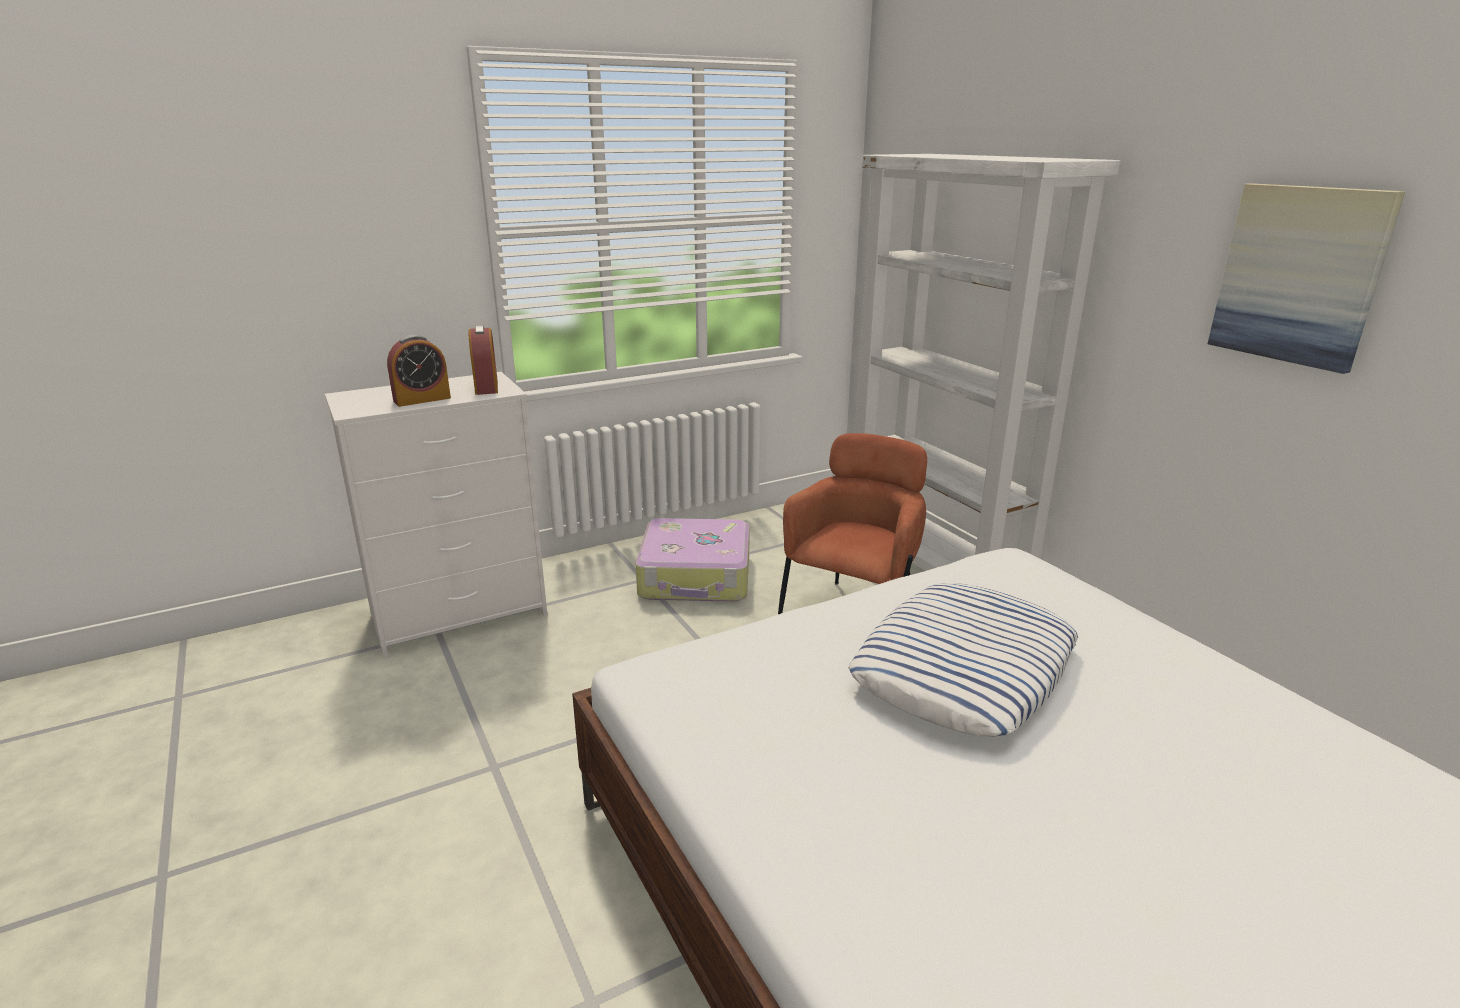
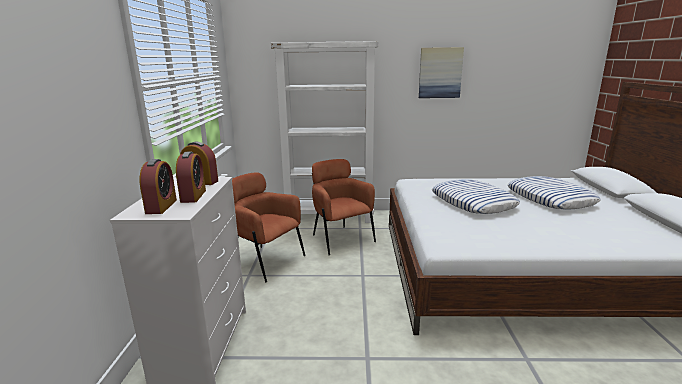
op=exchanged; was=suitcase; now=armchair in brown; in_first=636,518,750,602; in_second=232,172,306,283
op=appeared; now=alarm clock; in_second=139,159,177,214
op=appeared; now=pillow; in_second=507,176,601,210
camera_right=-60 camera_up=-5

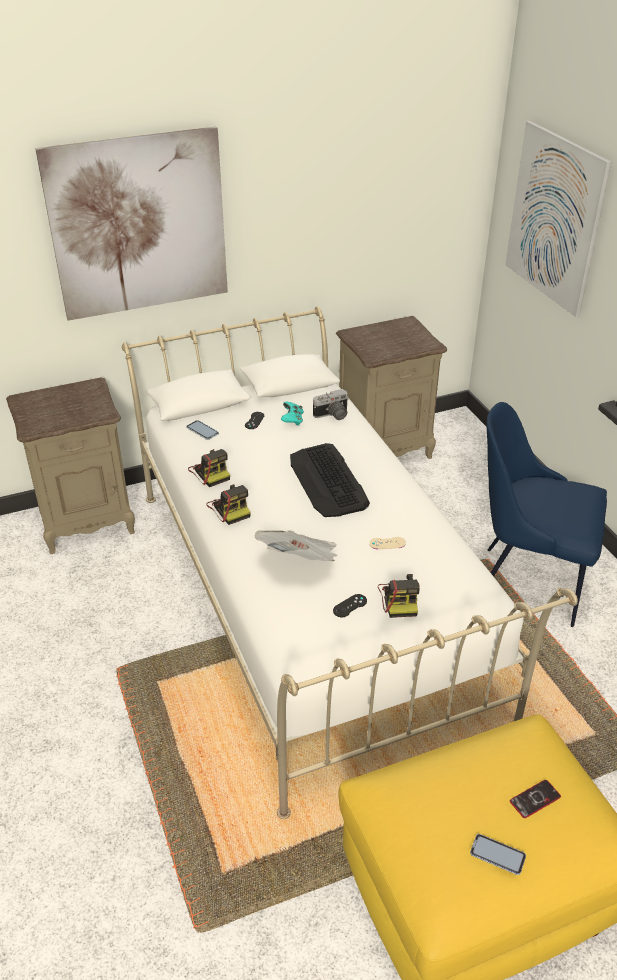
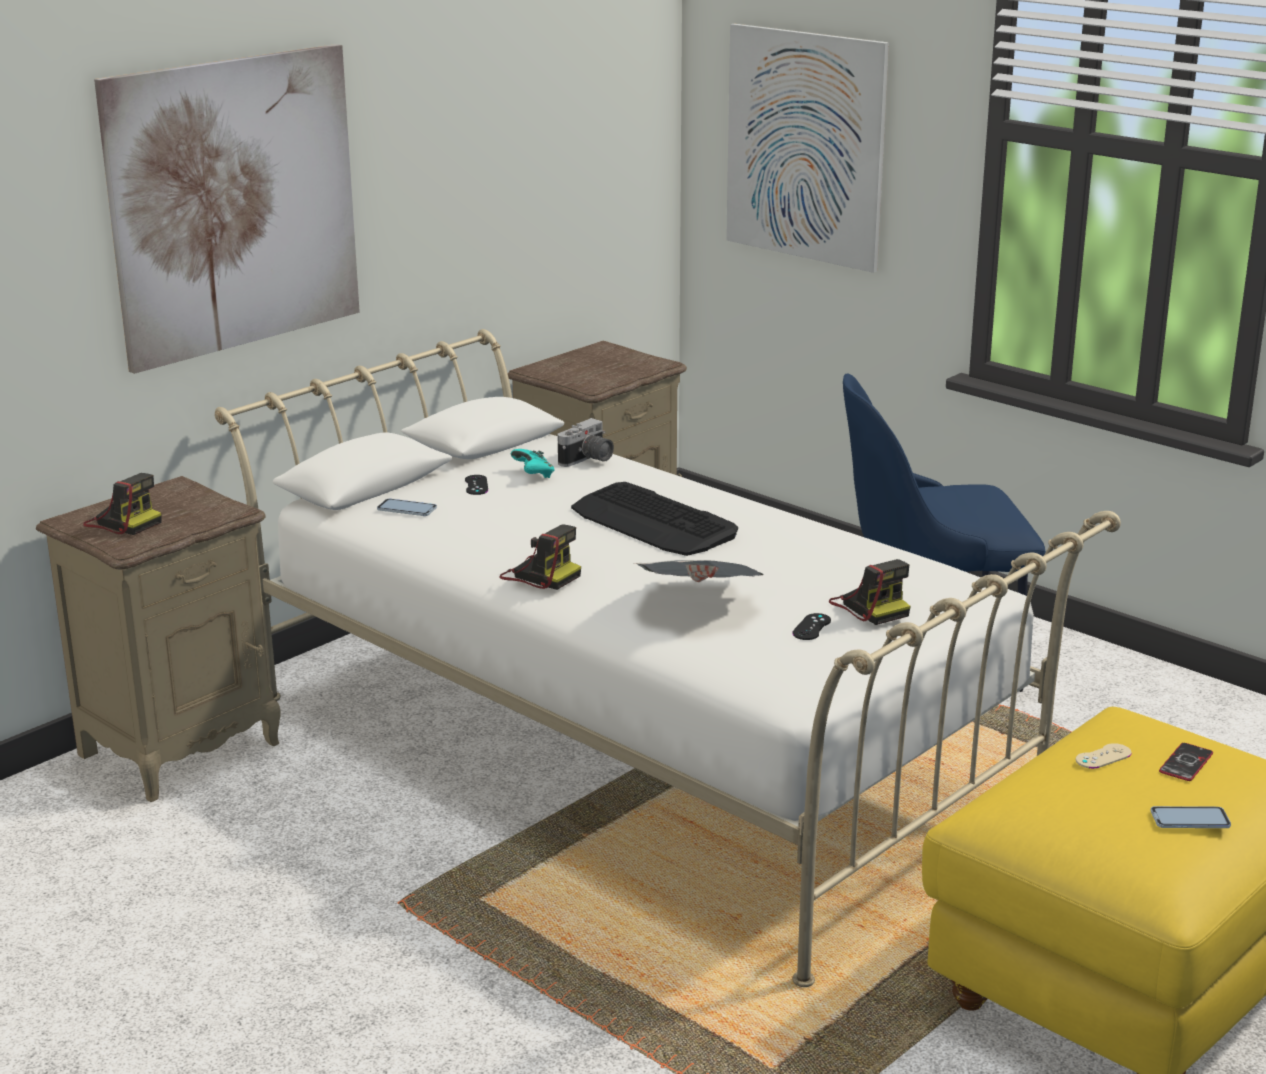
op=relocated; was=photo camera; in_first=188,449,230,487; in_second=83,473,161,535
op=relocated; was=game controller in beige; in_first=369,537,406,549; in_second=1075,743,1132,769
camera_right=-25 camera_up=-15

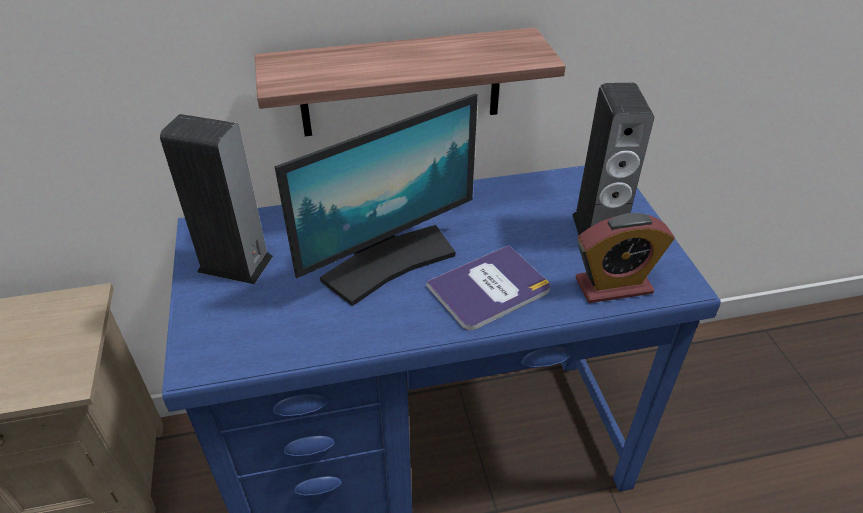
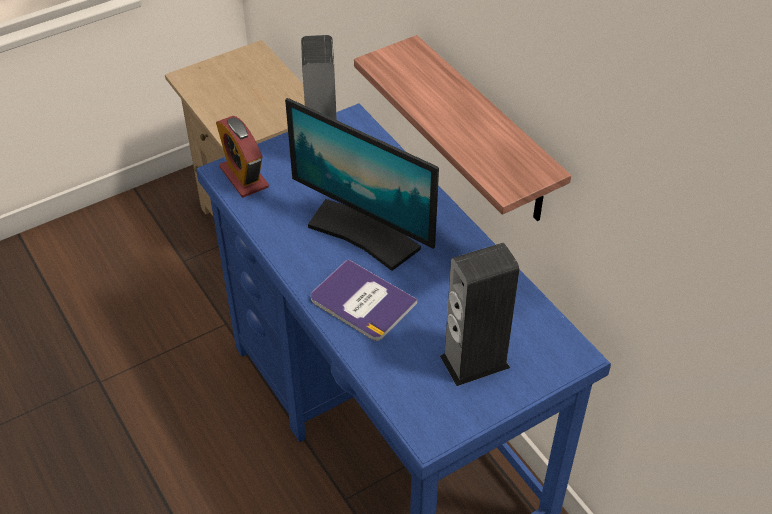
op=relocated; was=alarm clock; in_first=576,213,675,303; in_second=216,116,269,198
camera_right=70 camera_up=5

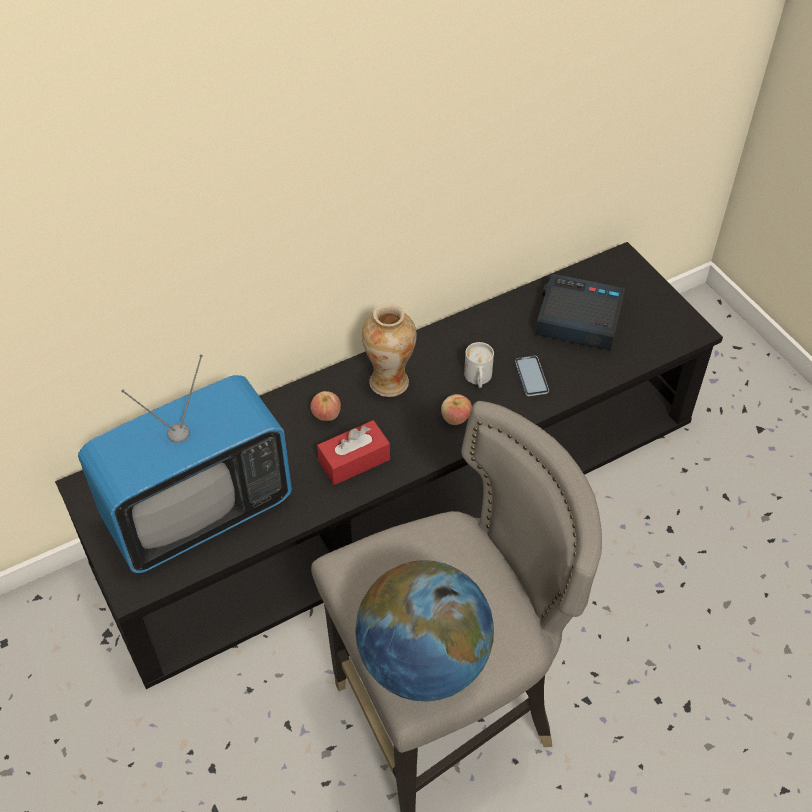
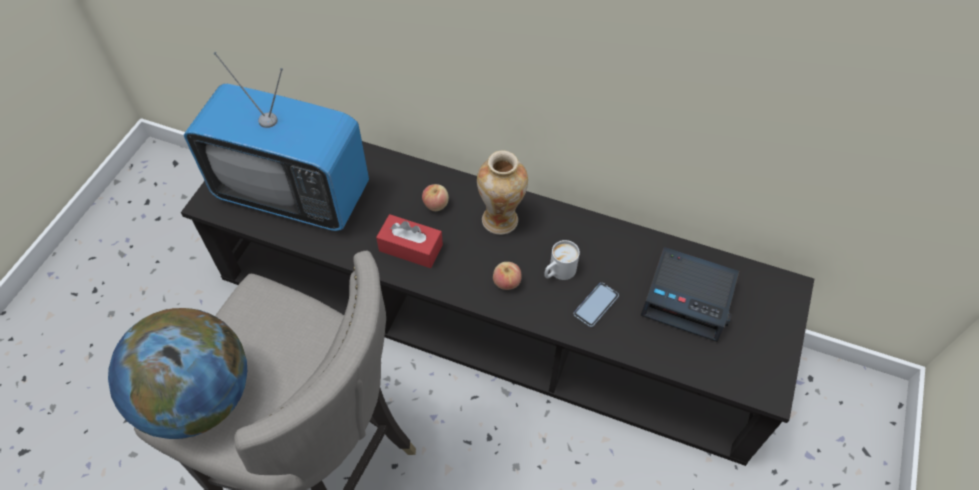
op=spun; was=alarm clock; in_first=536,273,626,351; in_second=640,247,739,342; clockwise=135
camera_right=50 camera_up=5

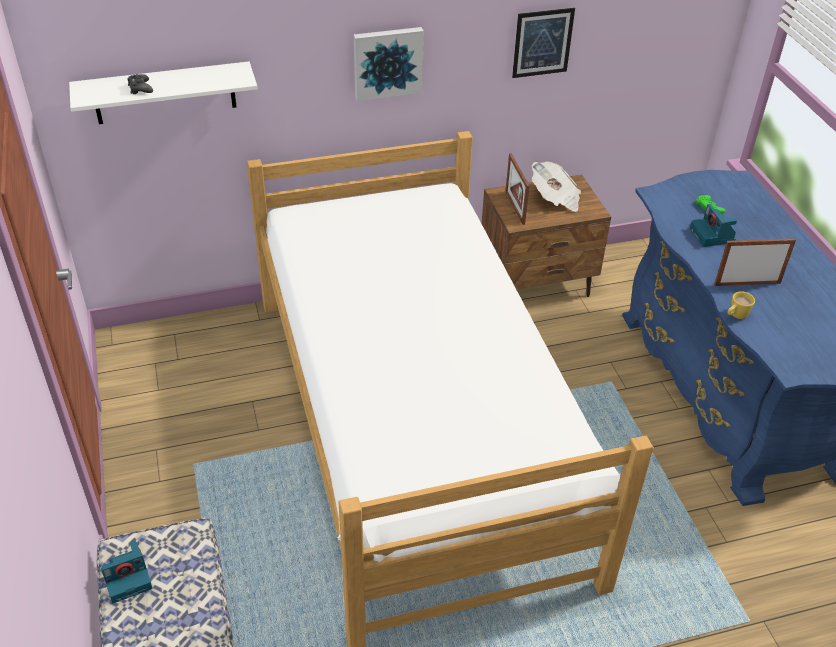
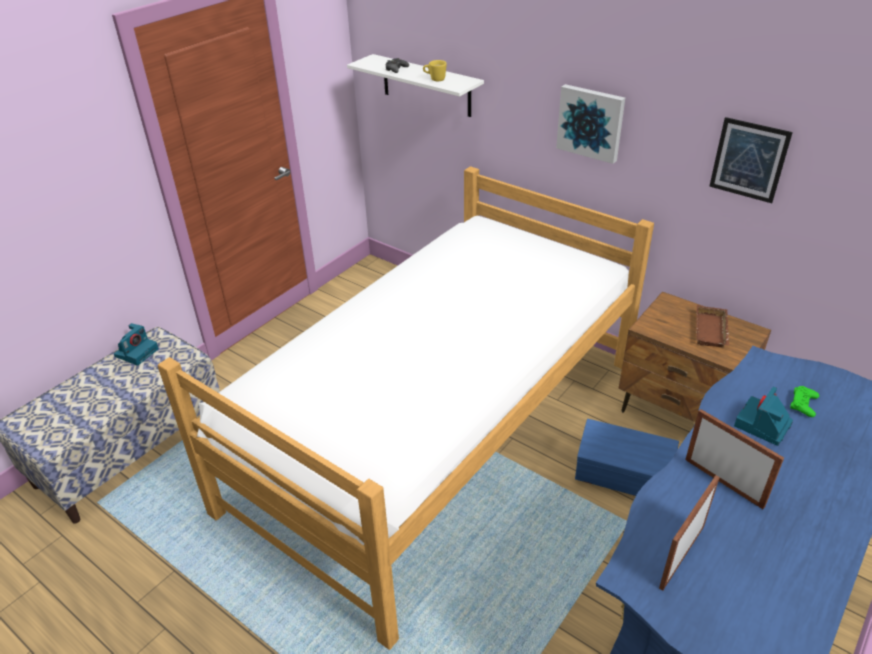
op=spun; was=photo camera; in_first=101,540,152,603; in_second=114,323,159,366; clockwise=-90
op=relocated; was=picture frame; in_first=505,153,529,225; in_second=659,475,720,591
op=exchanged; was=newspaper; now=tray in brown; in_first=532,161,581,212; in_second=696,305,729,347
op=relocated; was=mug in yellow; in_first=727,291,755,319; in_second=423,60,447,81
op=appeared; now=storage box in blue; in_second=575,419,679,496
camera_right=55 camera_up=-5

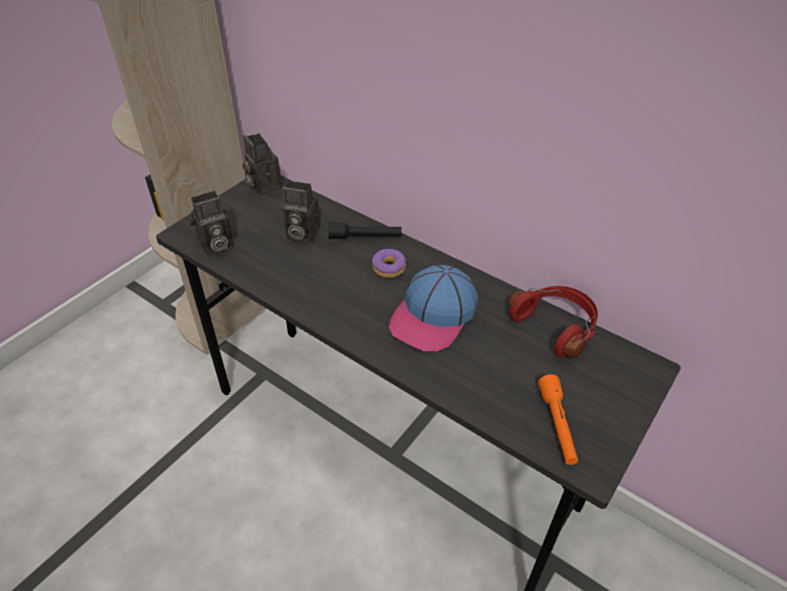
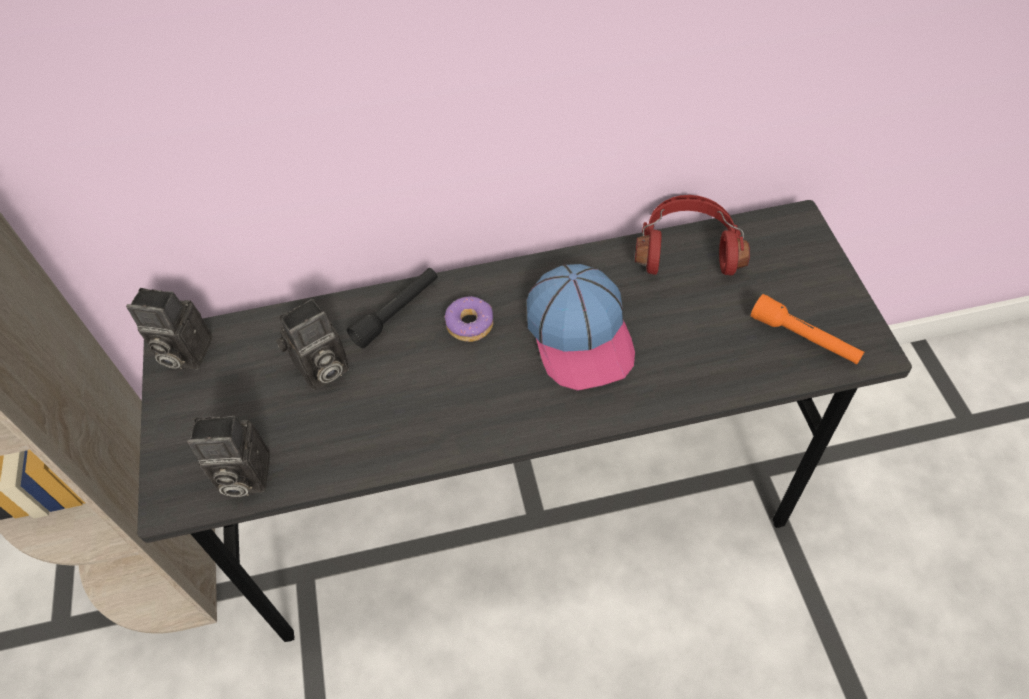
op=spun; was=photo camera; in_first=188,191,233,256; in_second=187,416,270,497; clockwise=75
camera_right=-45 camera_up=10

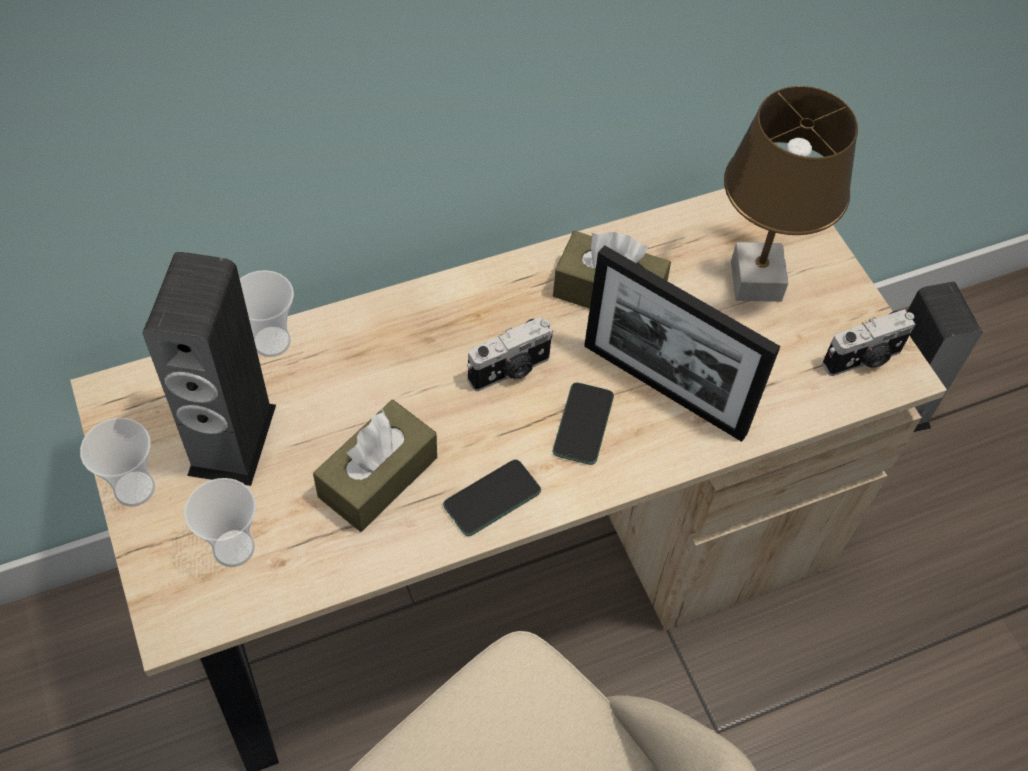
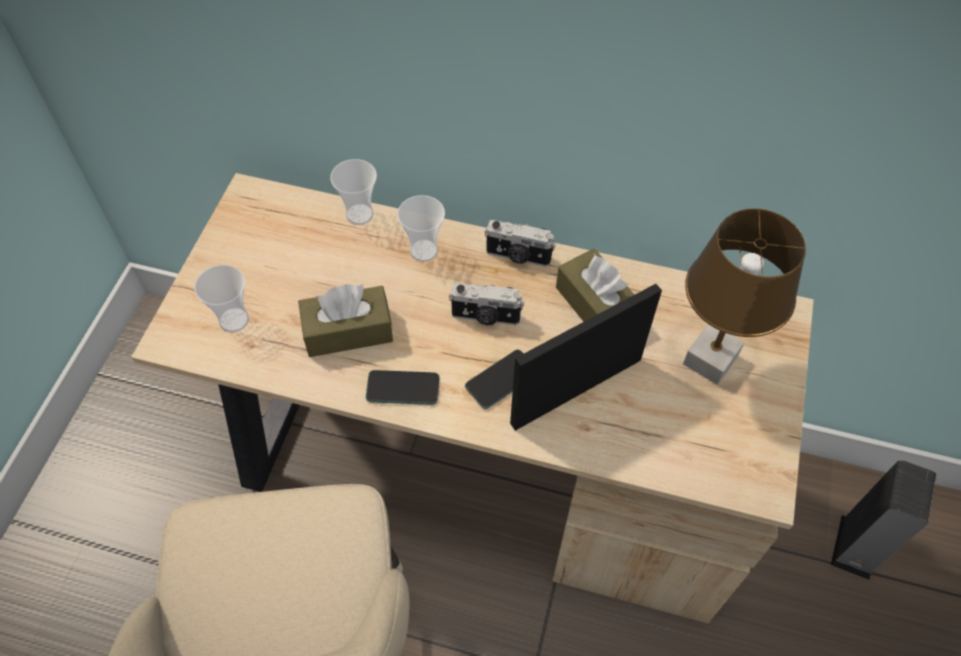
op=relocated; was=cup; in_first=80,418,155,507; in_second=397,195,445,262
op=missing; was=speaker; in_first=143,252,276,486
op=spun; was=picture frame; in_first=584,245,780,442; in_second=510,284,662,431; clockwise=75
op=relocated; was=photo camera; in_first=822,309,915,376; in_second=485,220,556,267
camera_right=40 camera_up=0

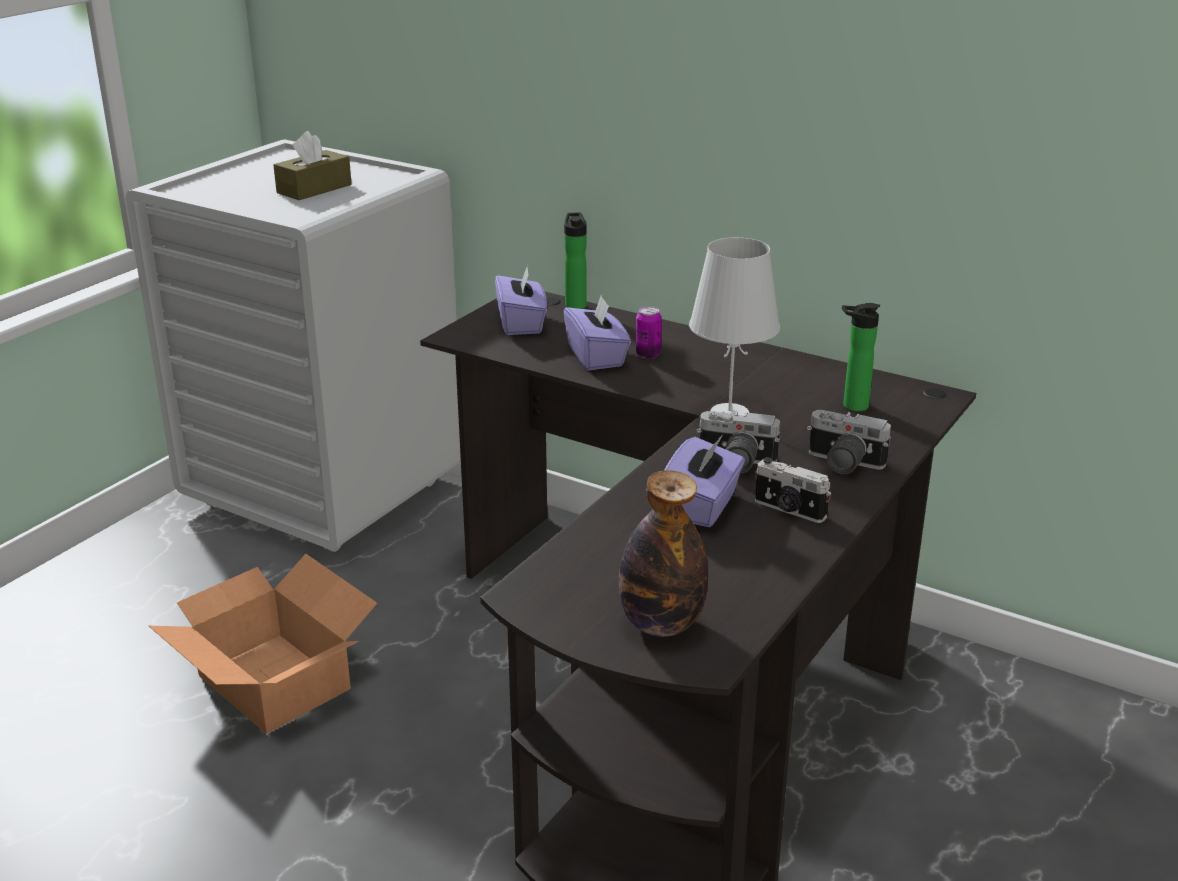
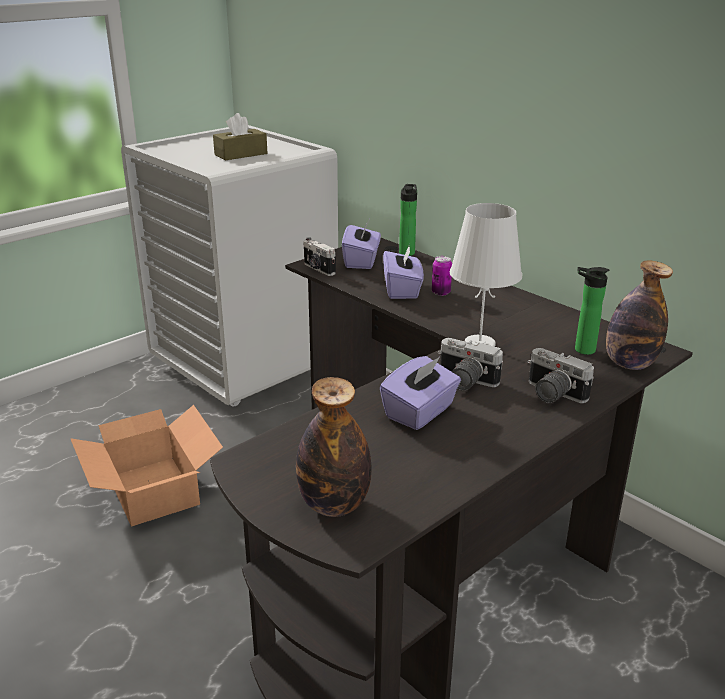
op=relocated; was=photo camera; in_first=755,457,831,523; in_second=304,237,336,276
op=appeared; now=bottle; in_second=606,260,673,370
camera_right=15 camera_up=0

